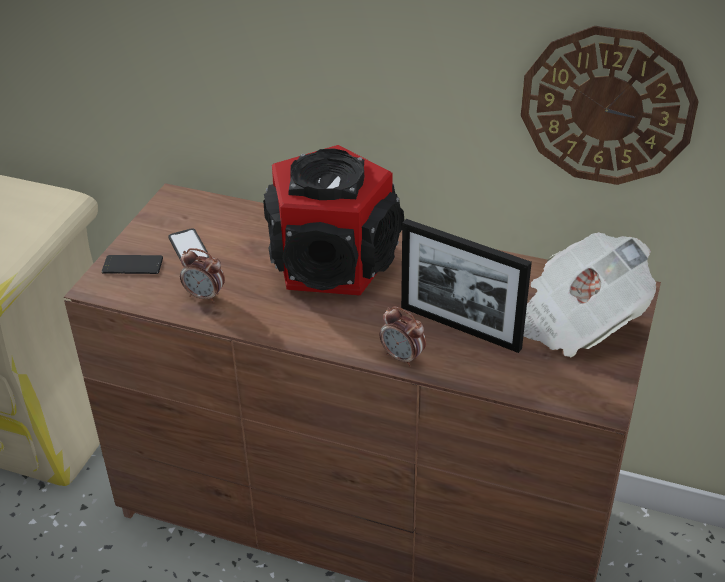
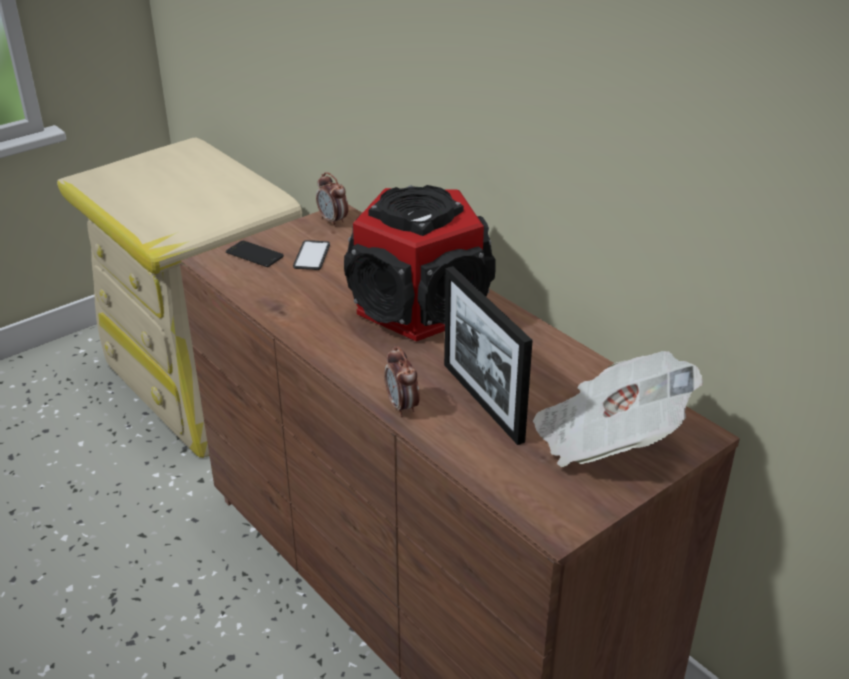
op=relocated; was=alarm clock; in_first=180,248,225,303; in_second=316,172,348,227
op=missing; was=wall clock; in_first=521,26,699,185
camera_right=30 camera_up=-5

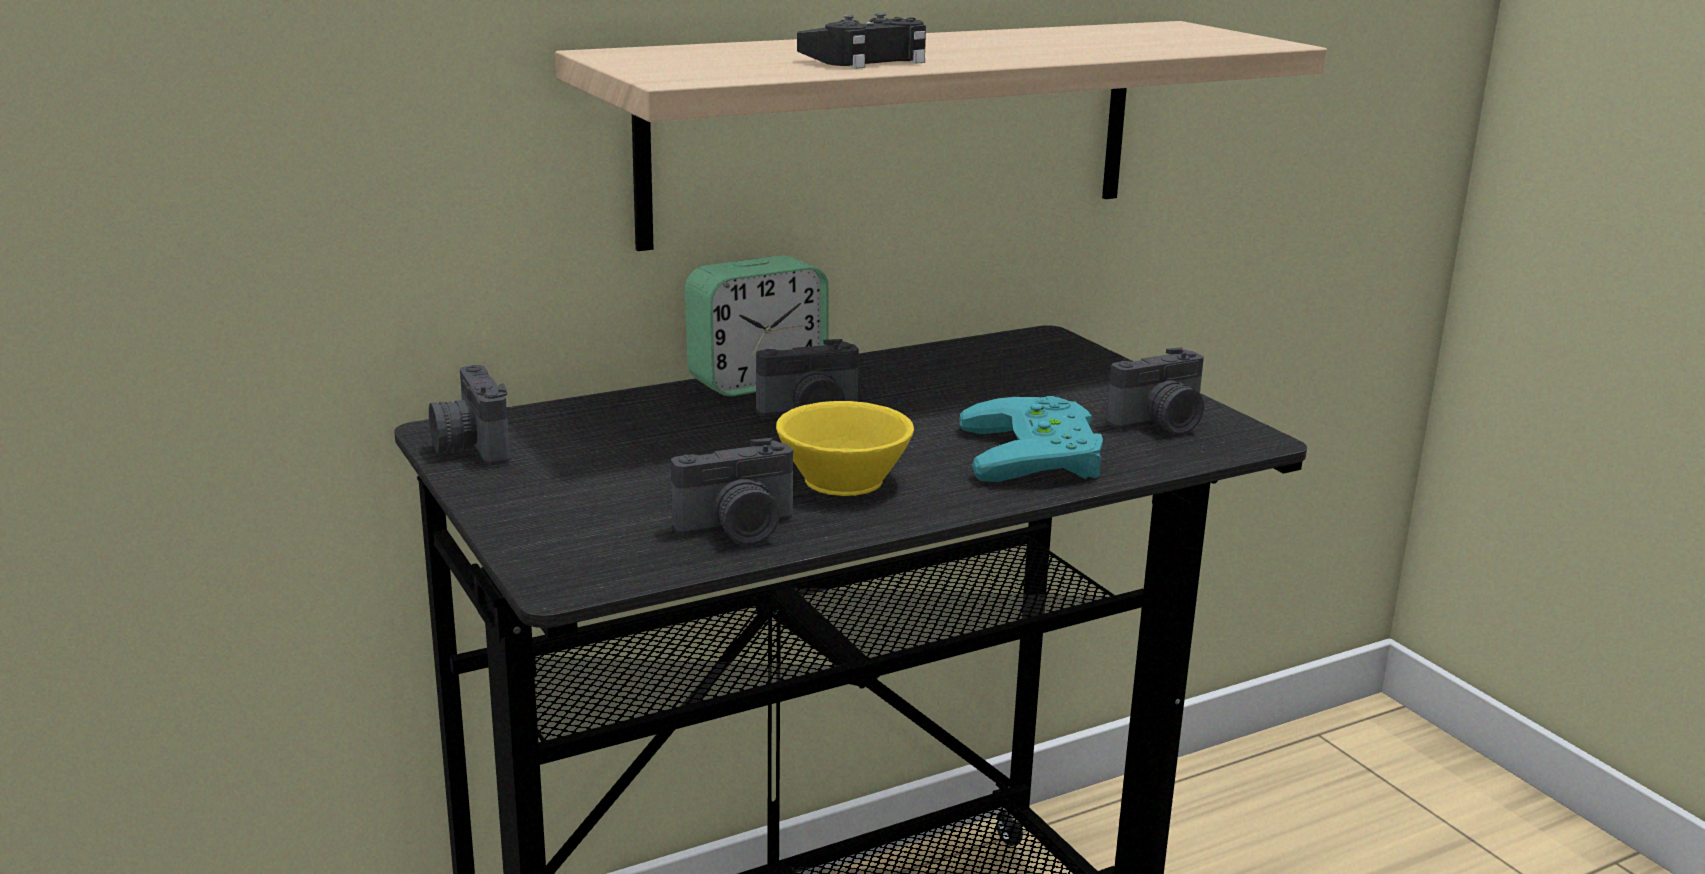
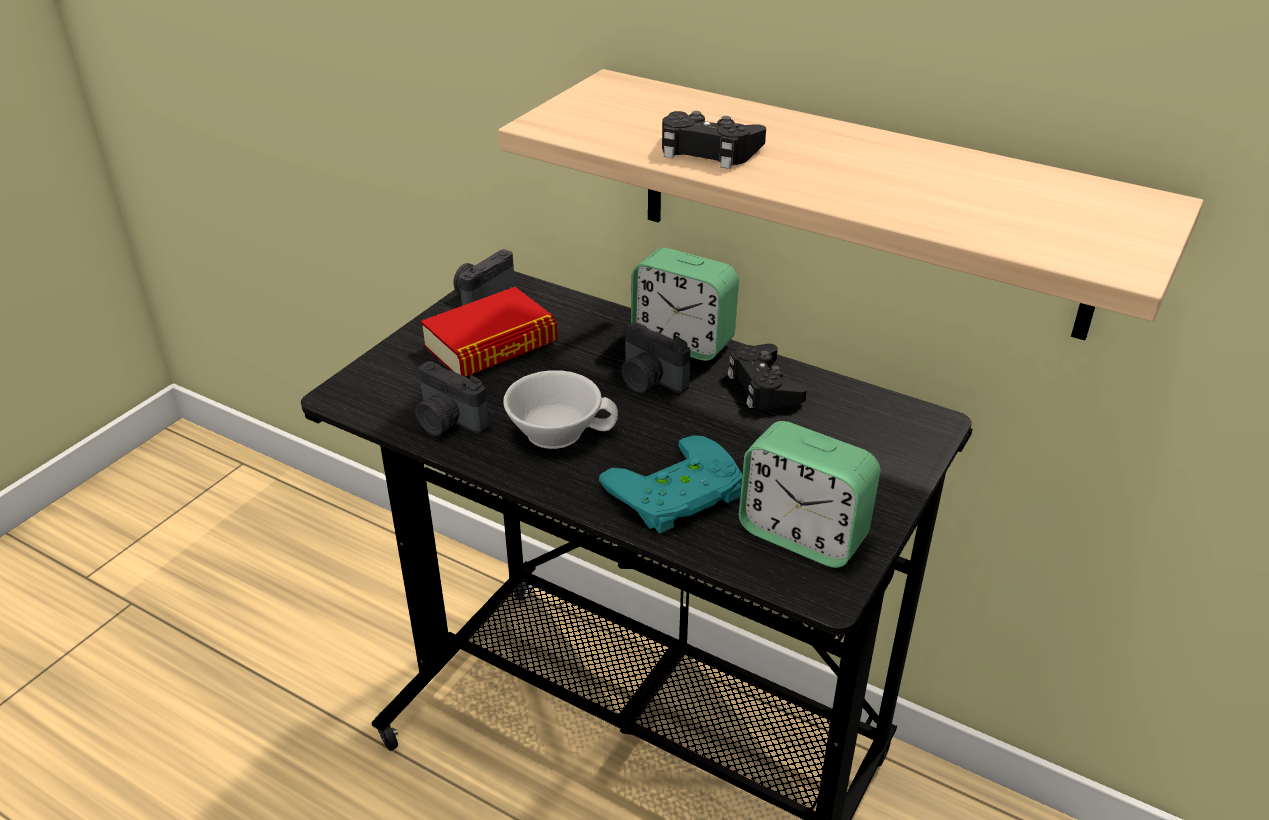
op=colour; was=cup in yellow; now=cup in white; in_first=776,401,914,496; in_second=503,370,618,449
op=exchanged; was=photo camera; now=alarm clock; in_first=1106,347,1204,435; in_second=739,421,881,568
op=appeared; now=book; in_second=421,287,558,377
op=appeared; now=game controller in black; in_second=727,344,807,409
camera_right=60 camera_up=15

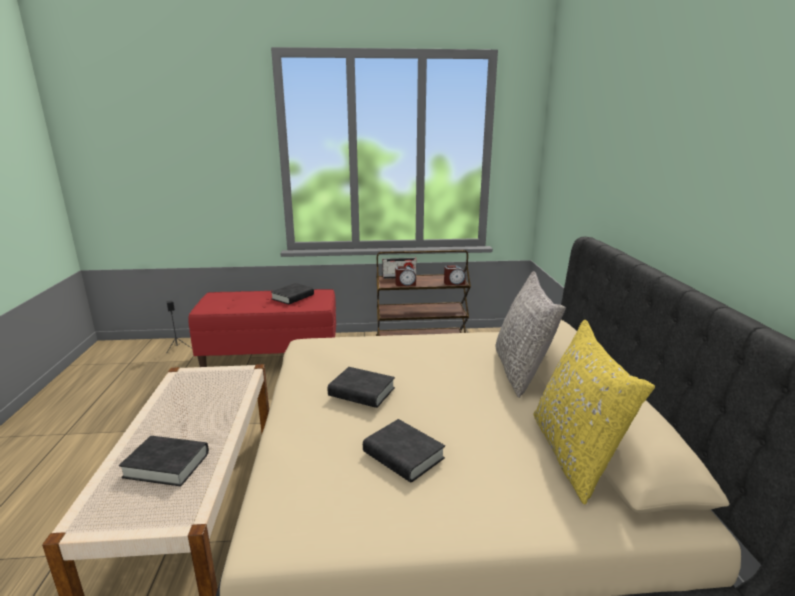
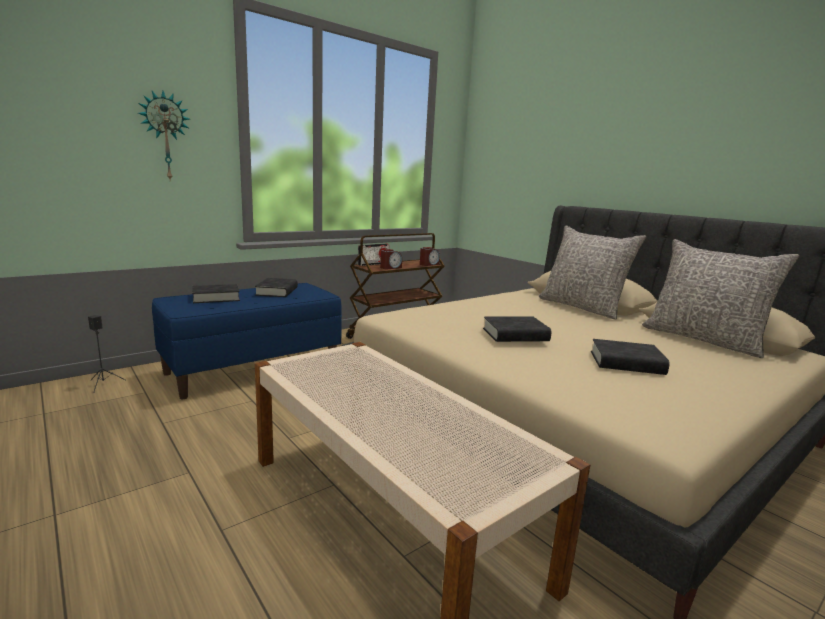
op=relocated; was=book in black; in_first=119,436,209,487; in_second=192,284,240,303
op=colour; was=bench in red; now=bench in blue; in_first=188,289,336,367; in_second=152,283,342,399
op=colour; was=pillow in yellow; now=pillow in grey; in_first=534,320,655,504; in_second=642,239,799,358
op=appeared; now=wall clock; in_second=138,91,189,182
camera_right=-35 camera_up=-5

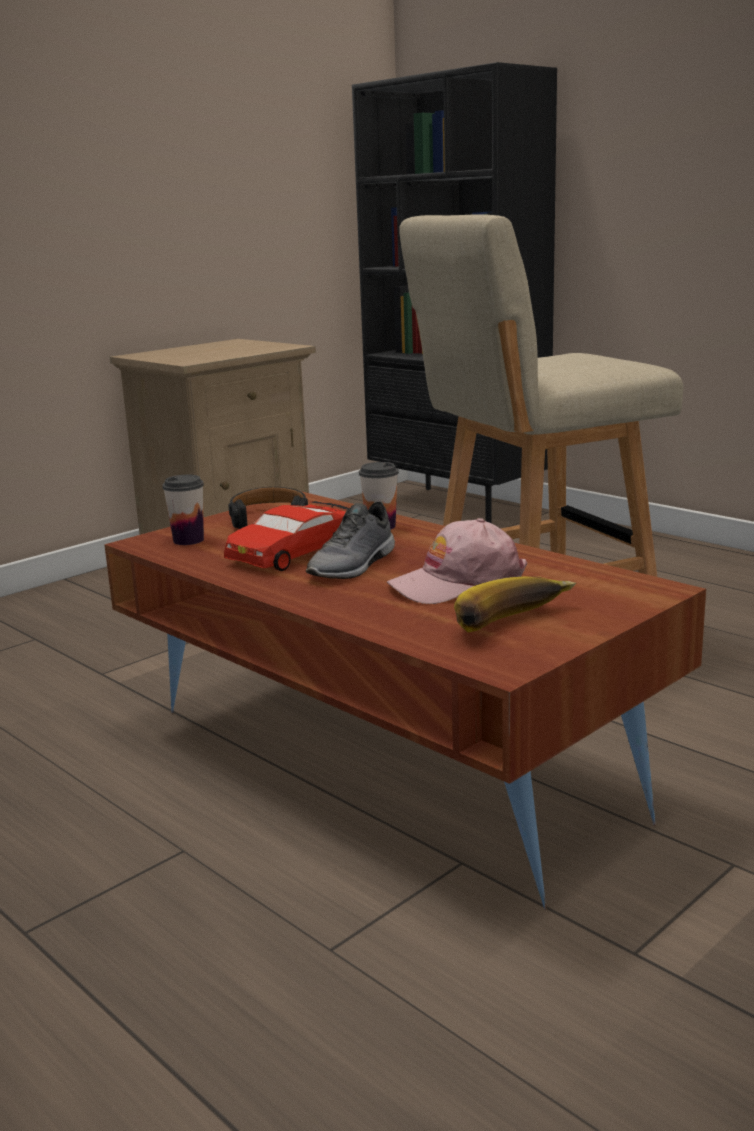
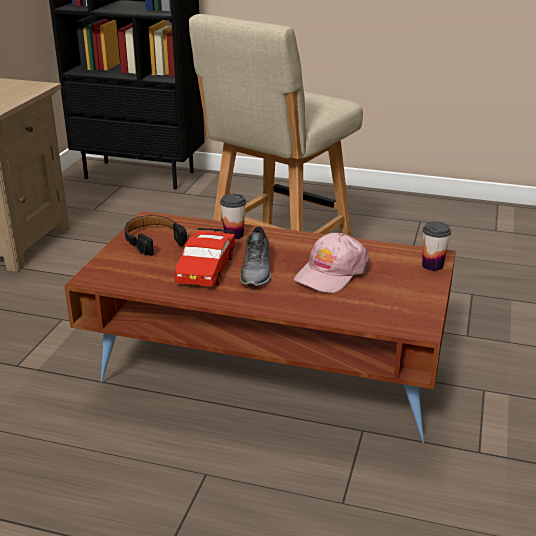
op=relocated; was=cup; in_first=162,475,204,545; in_second=422,221,451,271
op=missing; was=banana; in_first=454,576,576,632
camera_right=-30 camera_up=10

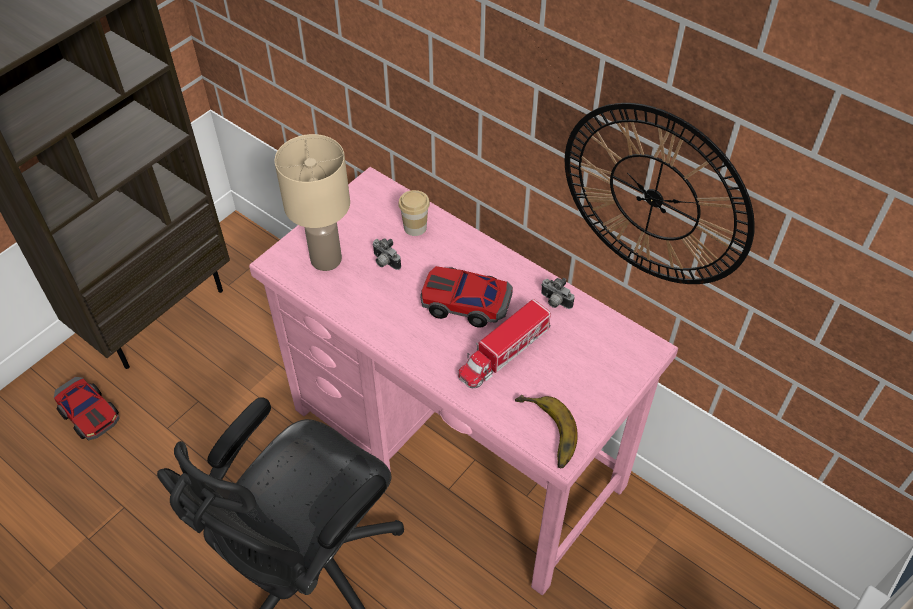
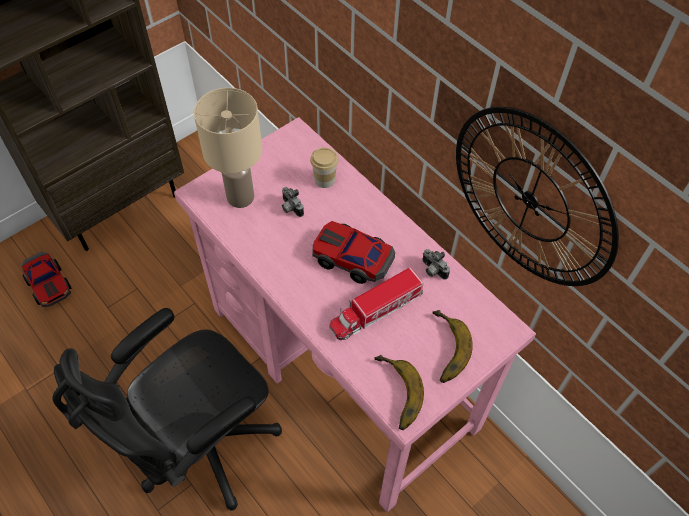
op=appeared; now=banana; in_second=432,310,473,383
camera_right=10 camera_up=5

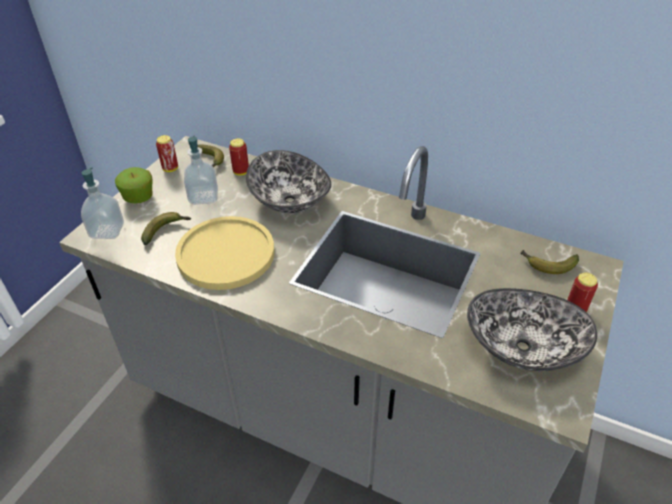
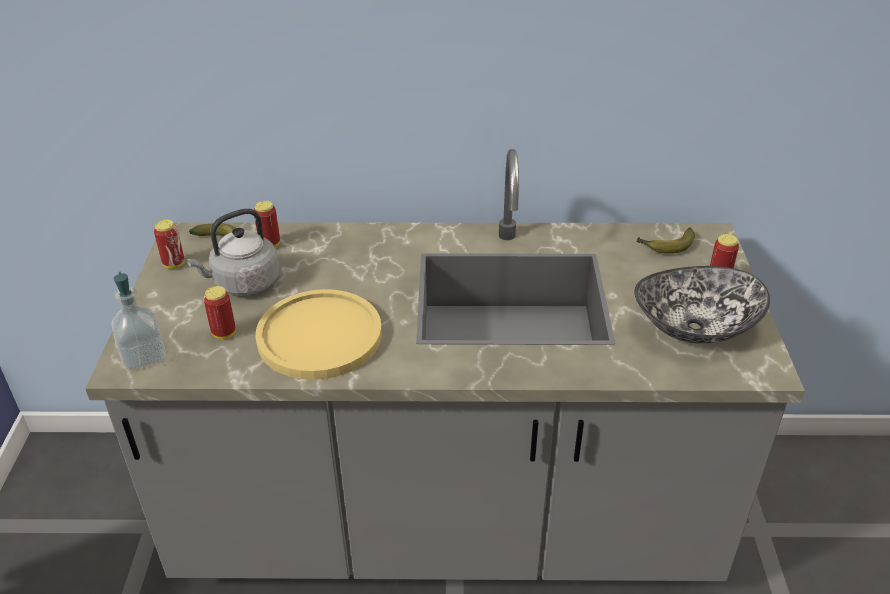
op=missing; was=apple; in_first=115,167,153,203
op=exchanged; was=banana; now=can; in_first=141,212,191,245; in_second=204,286,236,339
op=exchanged; was=soap dispenser; now=kettle in grey; in_first=184,136,218,205; in_second=187,208,279,296
op=missing; was=bowl; in_first=246,150,331,213
camera_right=-25 camera_up=-5

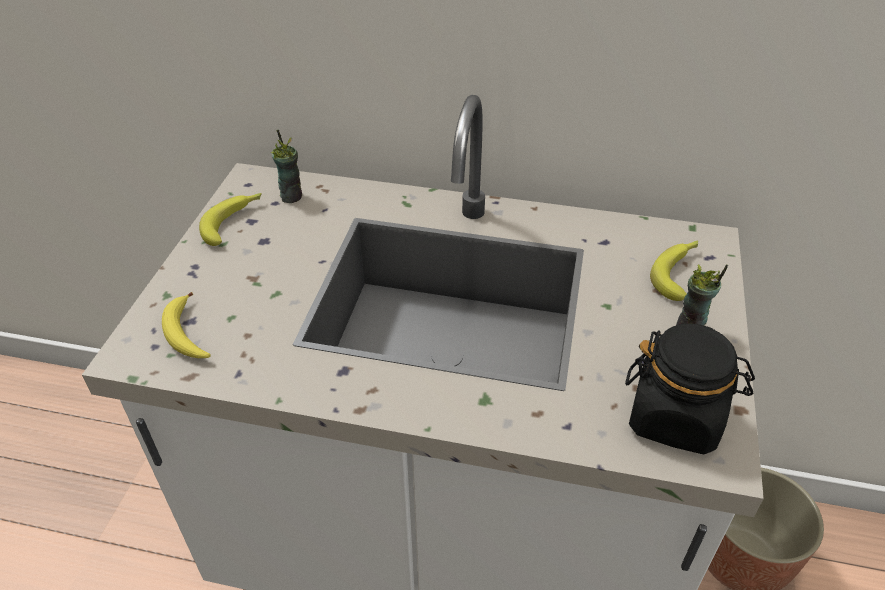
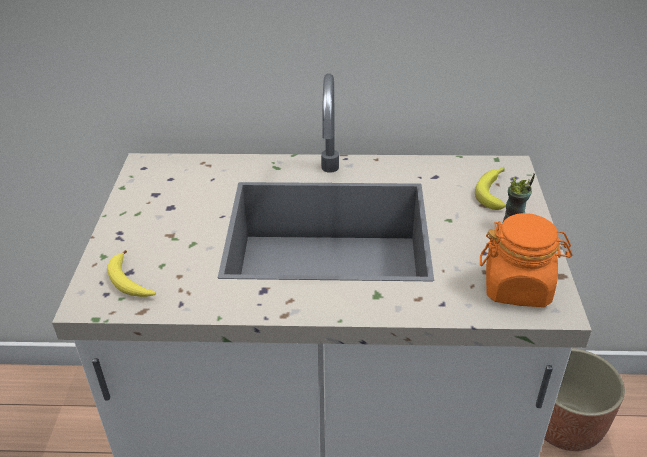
op=missing; was=banana; in_first=199,193,262,246
op=missing; was=cup; in_first=270,129,302,203
op=colour; was=jar in black; now=jar in orange; in_first=625,323,755,454; in_second=480,213,572,307
camera_right=-10 camera_up=-5

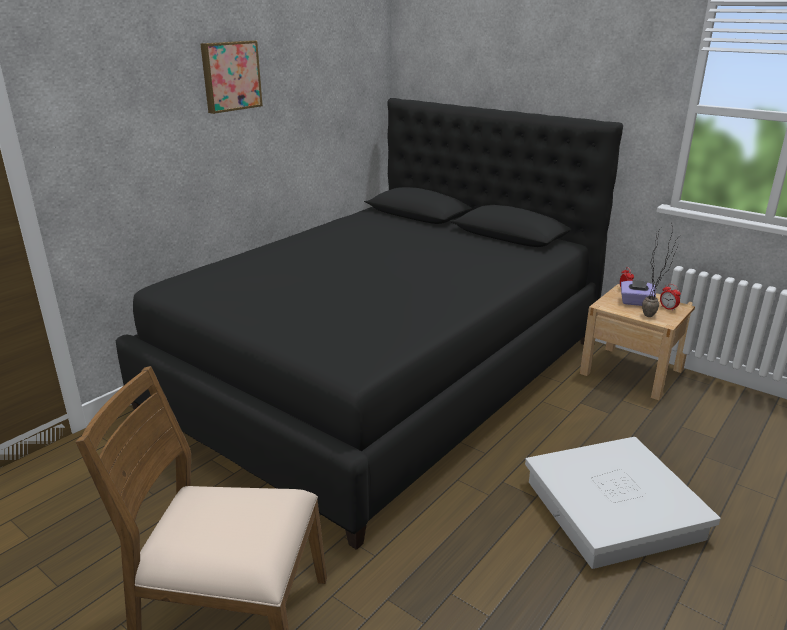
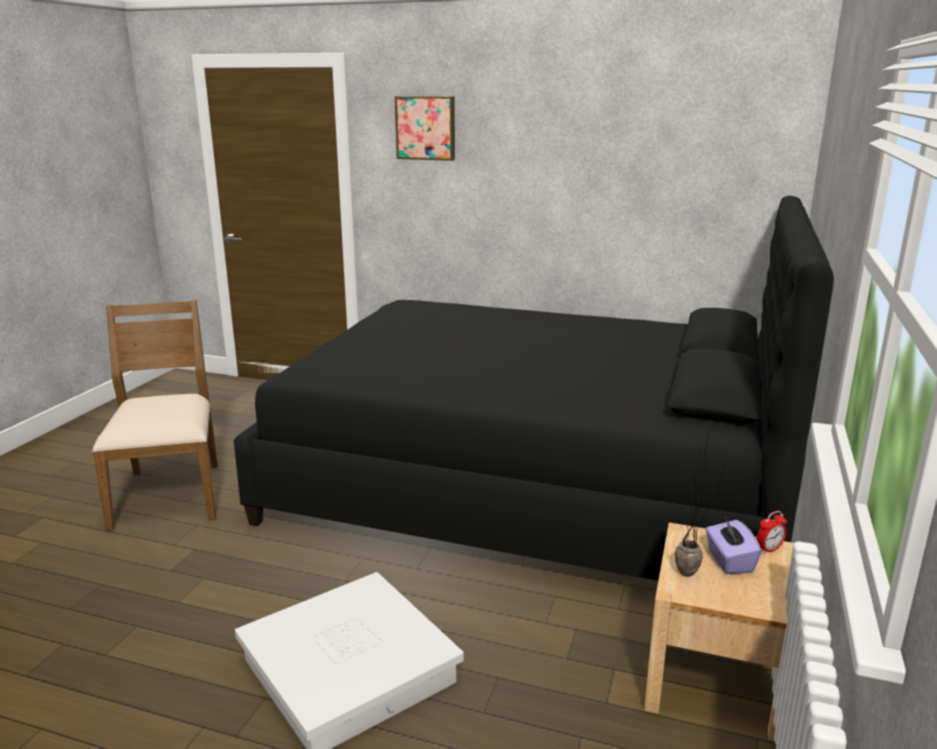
op=relocated; was=picture; in_first=201,40,263,114; in_second=395,96,455,161
op=missing; was=alarm clock; in_first=660,284,681,311
camera_right=70 camera_up=-5

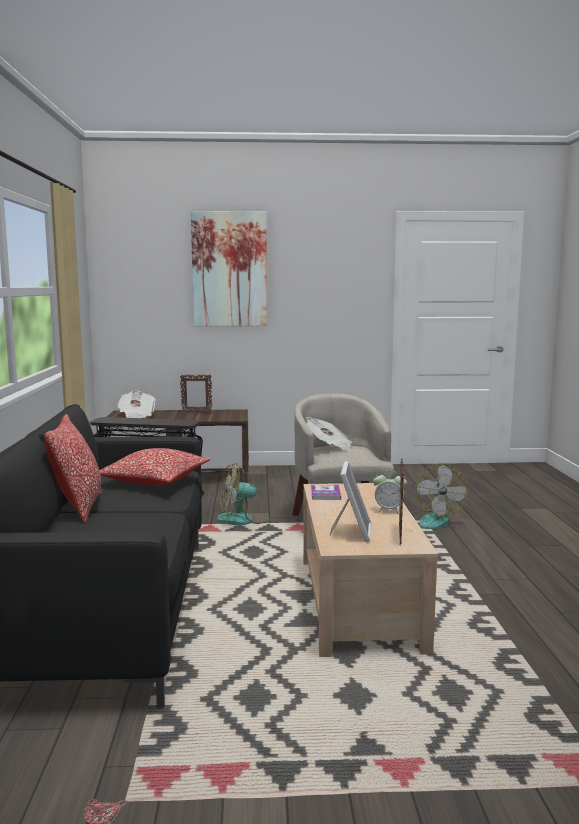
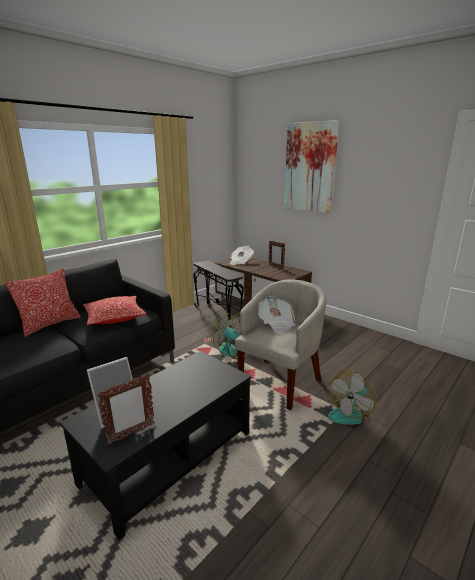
op=colour; was=coffee table in beige; now=coffee table in black; in_first=303,483,438,657; in_second=60,351,251,540
op=missing; was=book; in_first=311,485,341,500
op=missing; was=alarm clock; in_first=373,470,407,514
camera_right=45 camera_up=10

